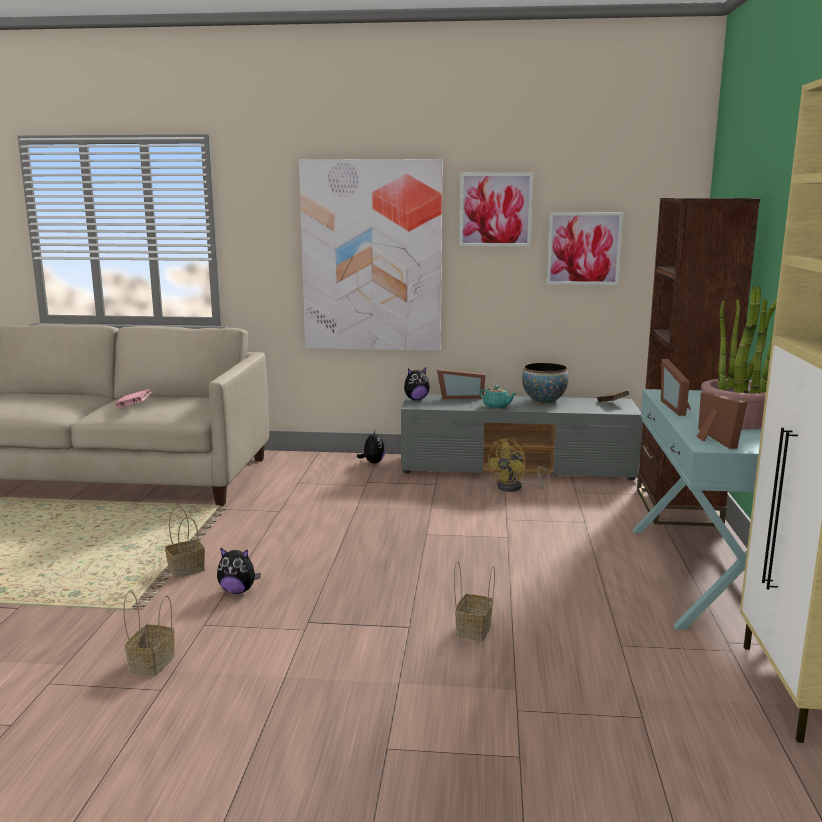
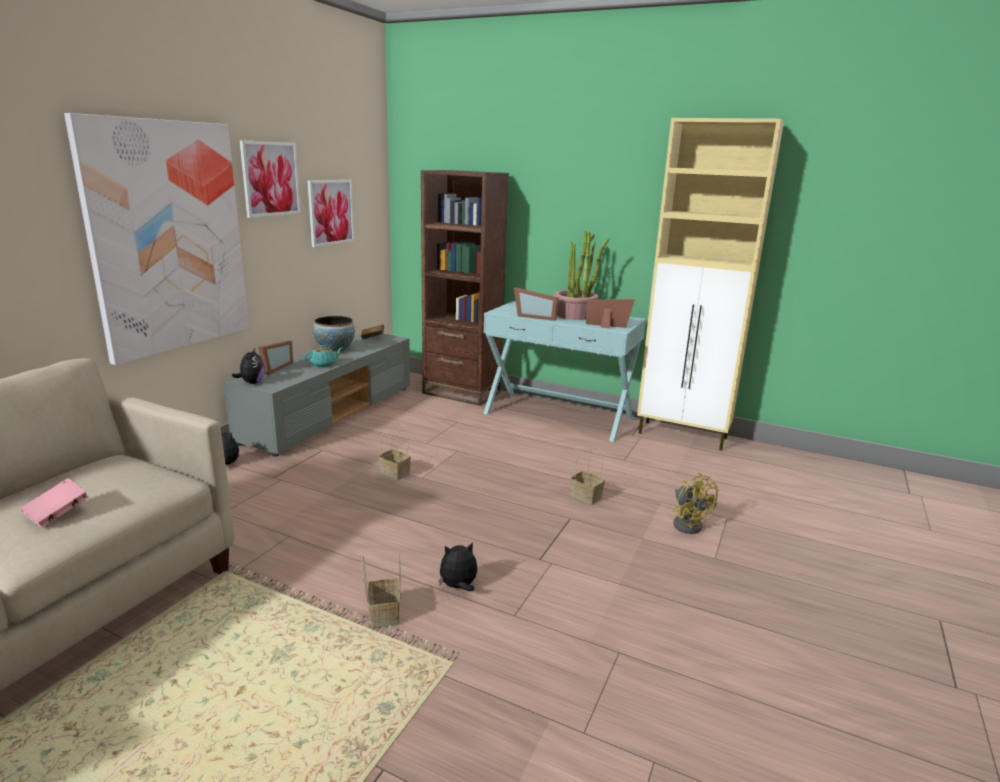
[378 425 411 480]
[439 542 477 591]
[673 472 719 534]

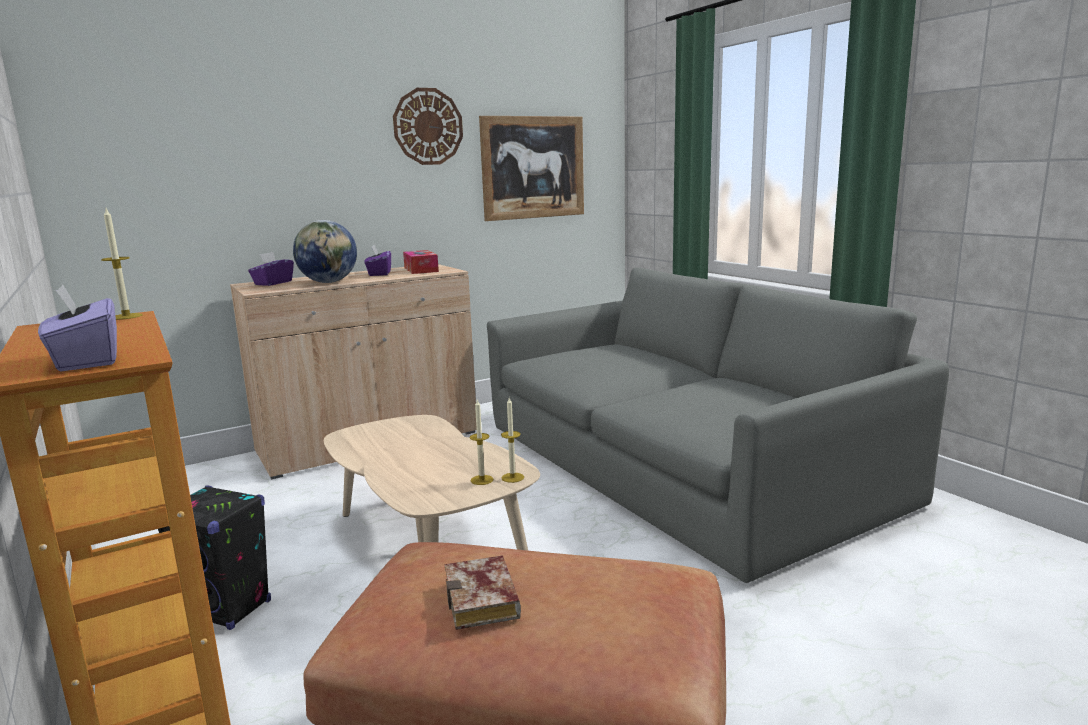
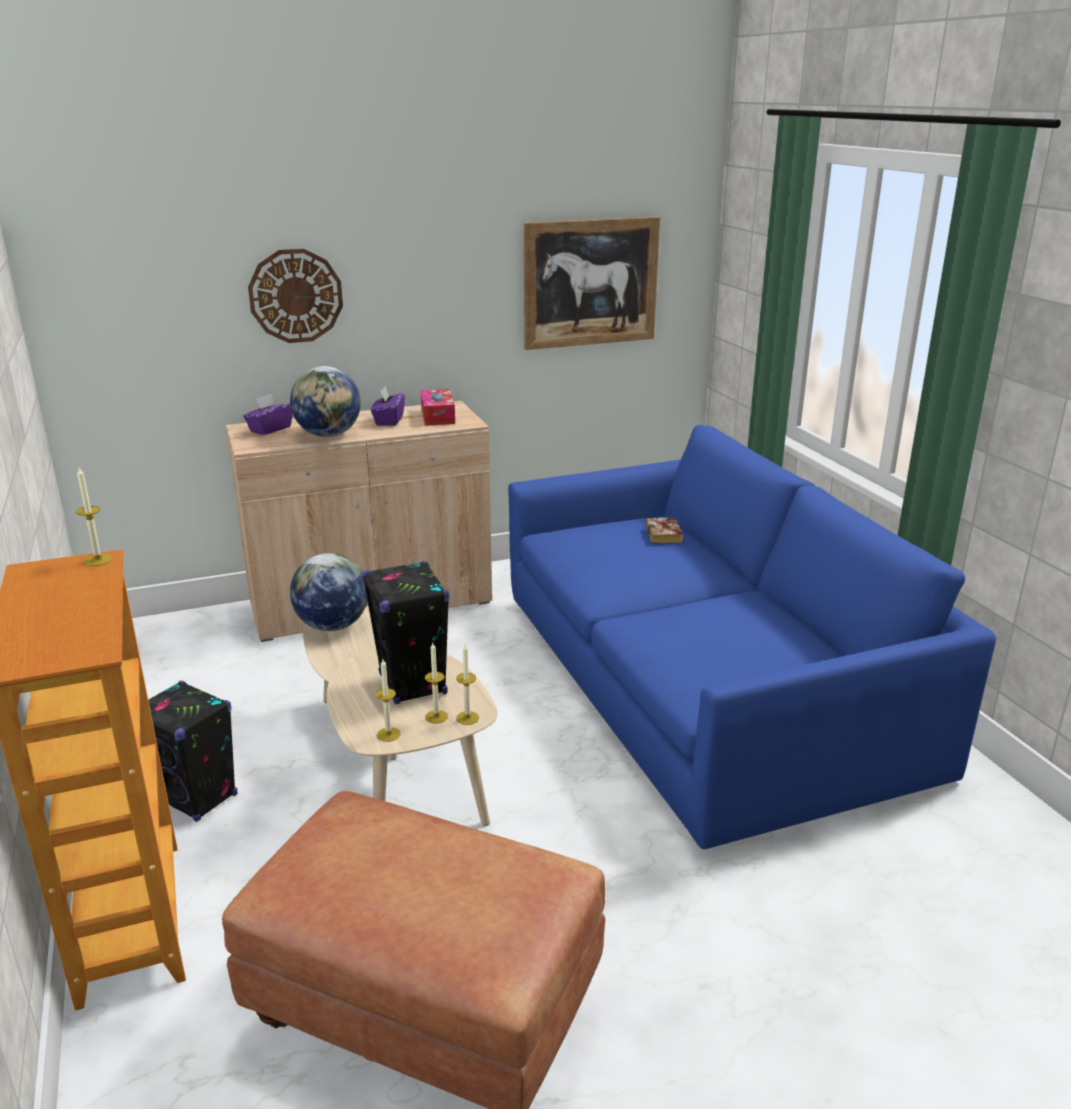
[38 284 117 371] (first image)
[248 249 343 343]
[646 518 683 544]
[508 425 996 849]
[290 553 368 631]
[362 561 449 704]
[375 659 401 742]

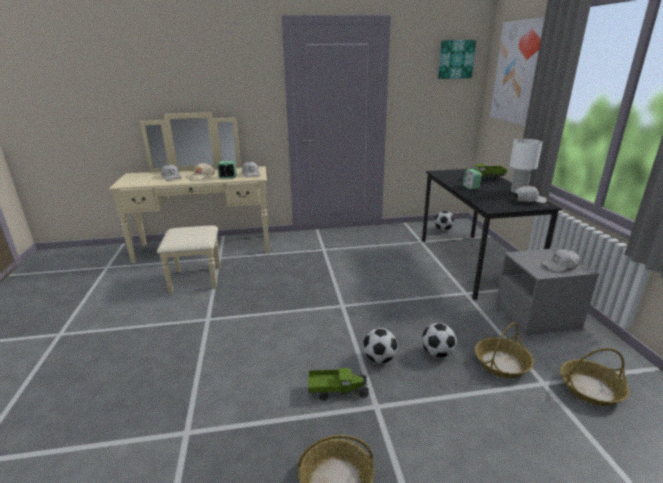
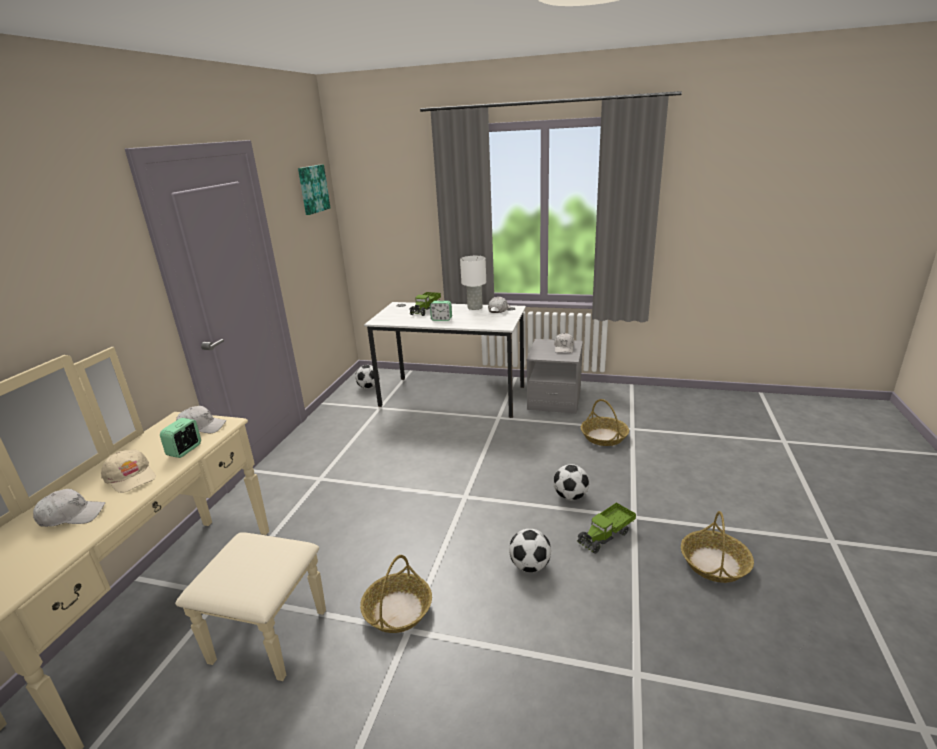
[577 502 636 554]
[364 302 526 418]
[509 529 551 572]
[490 17 545 126] (first image)
[360 555 432 633]

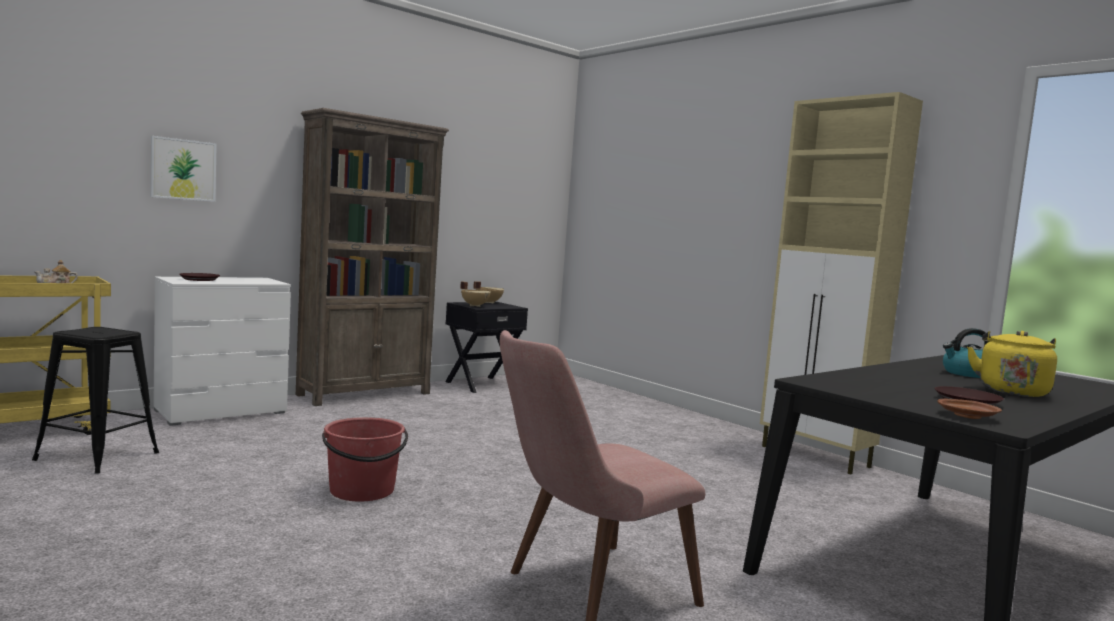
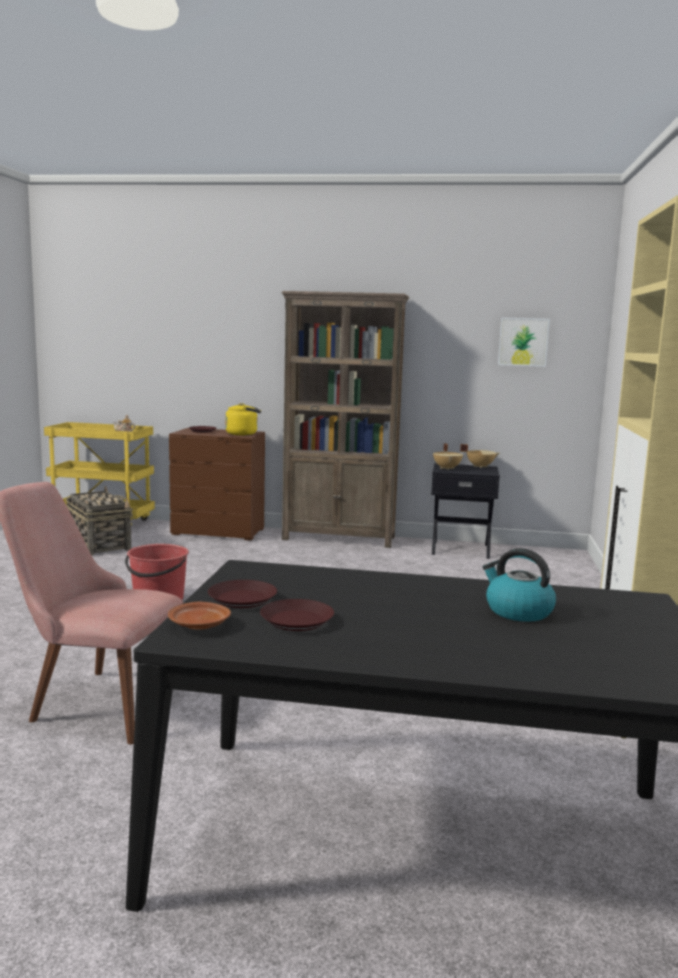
[66 486 133 555]
[498 317 550 367]
[169 428 265 541]
[225 403 261 436]
[208 580 277 608]

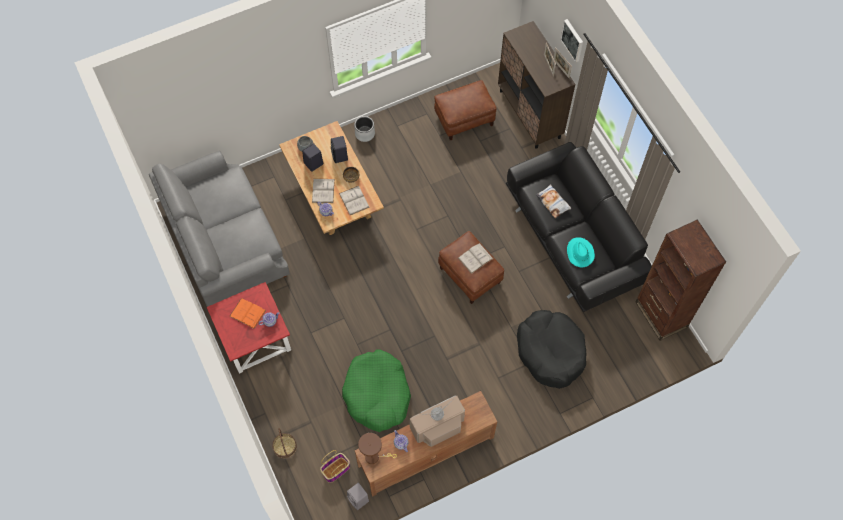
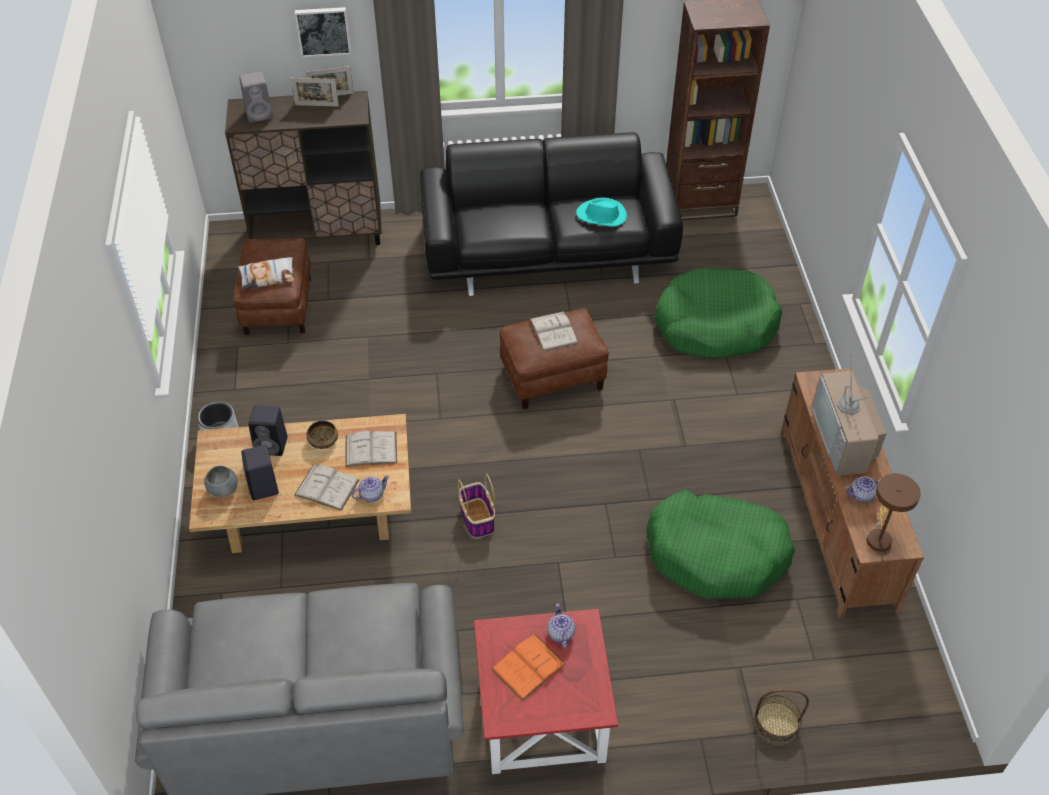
[458 473 495 538]
[239 71 273 123]
[654 268 782 359]
[238 257 295 289]

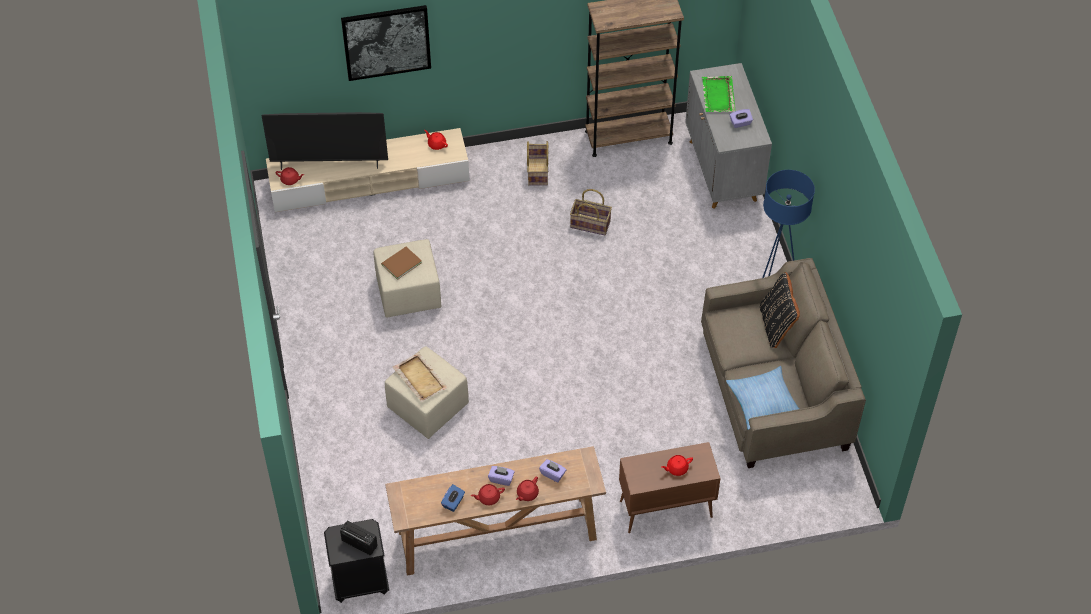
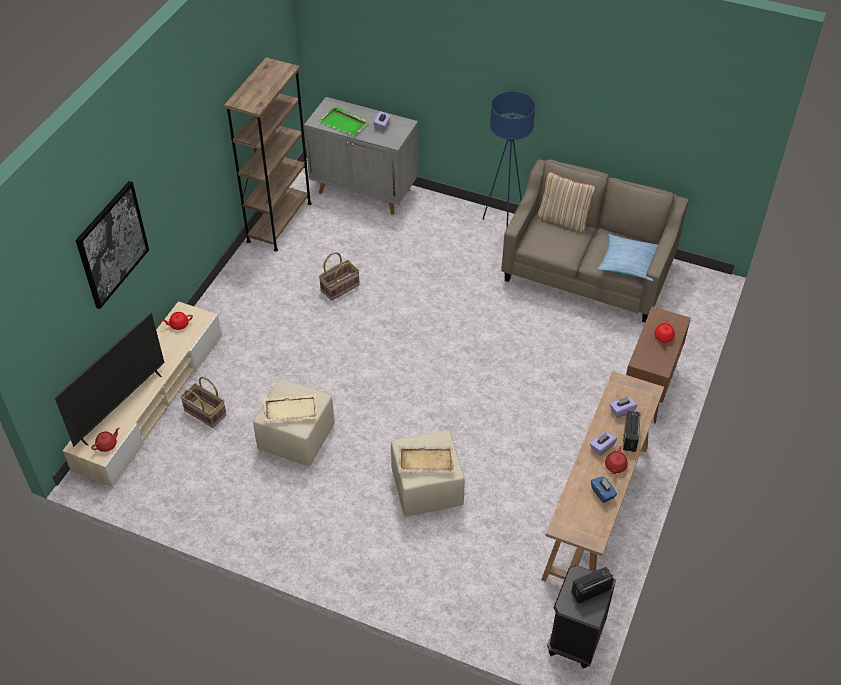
[263 393 318 423]
[623 411 640 452]
[180 377 227 428]
[538 172 596 233]

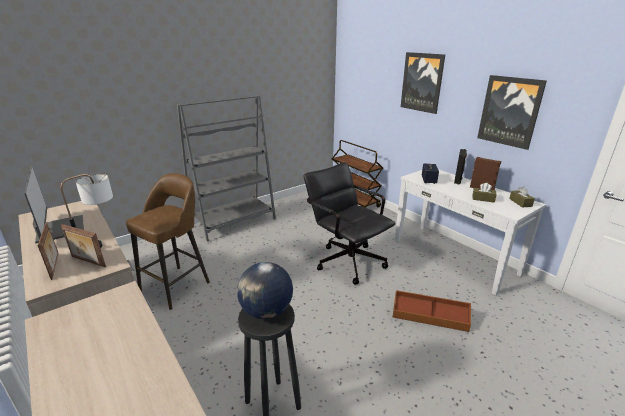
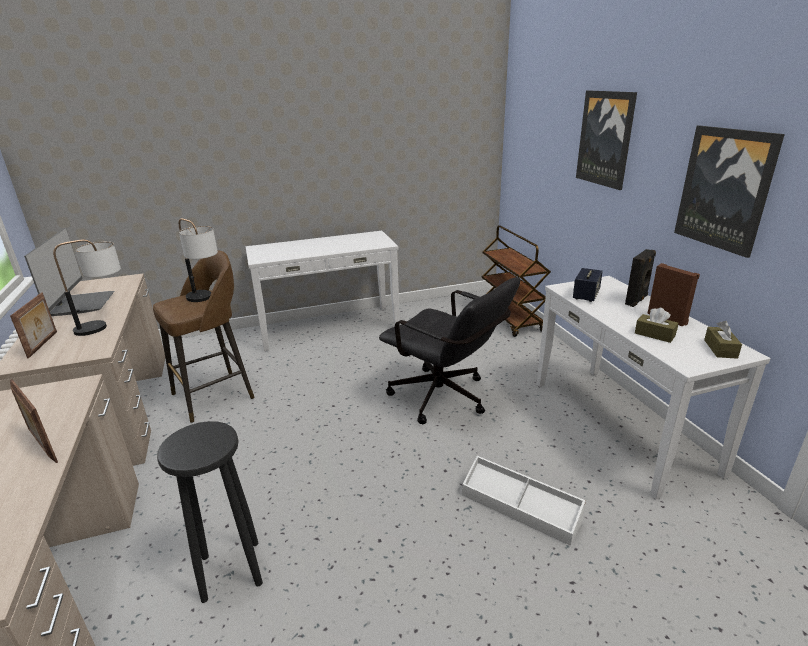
[10 379 58 463]
[246 231 400 351]
[237 262 293 319] (first image)
[379 277 520 424]
[462 456 586 546]
[179 218 218 302]

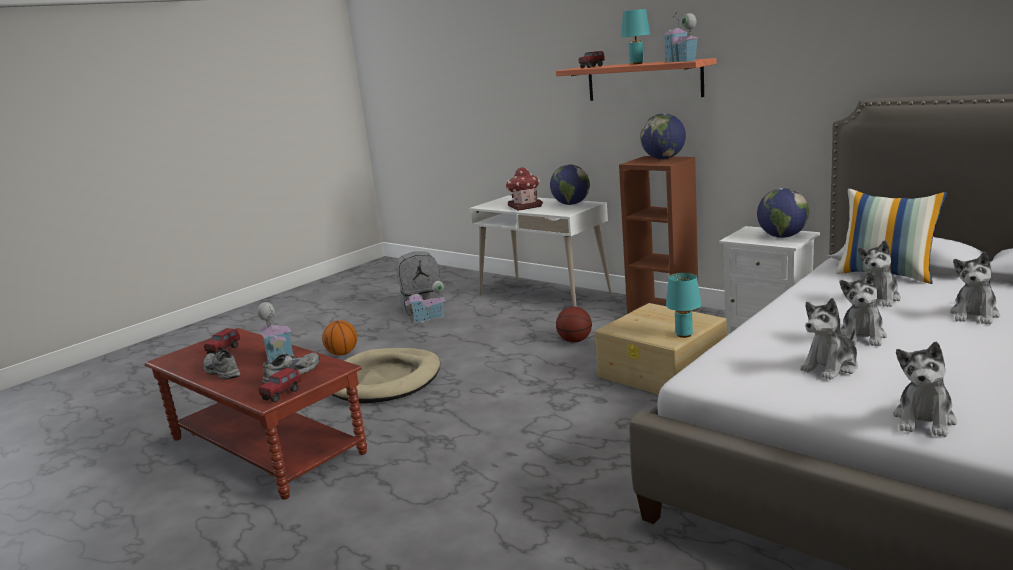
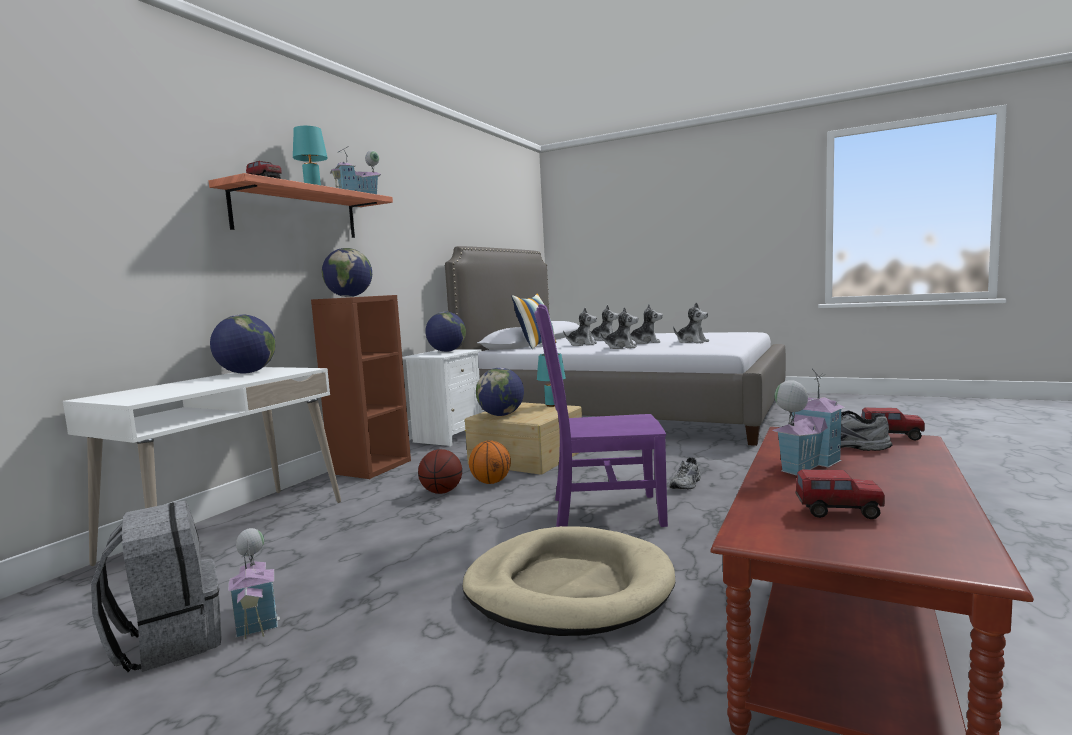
[669 457 701 489]
[469 440 511 484]
[506 167 543 211] (first image)
[600 307 638 349]
[476 368 524 416]
[534 304 668 527]

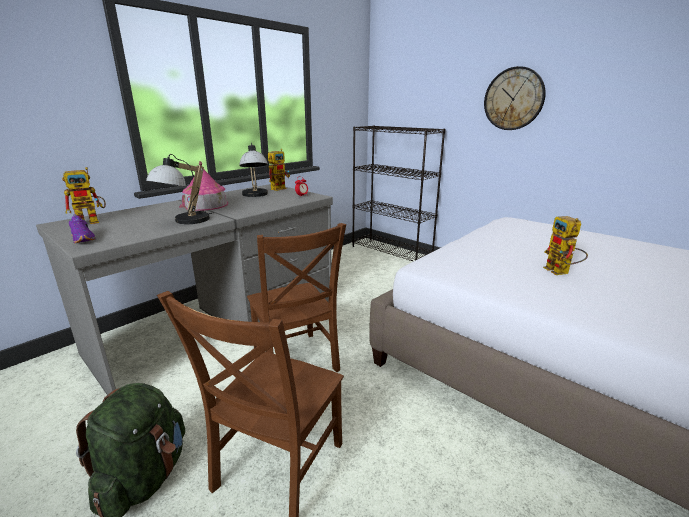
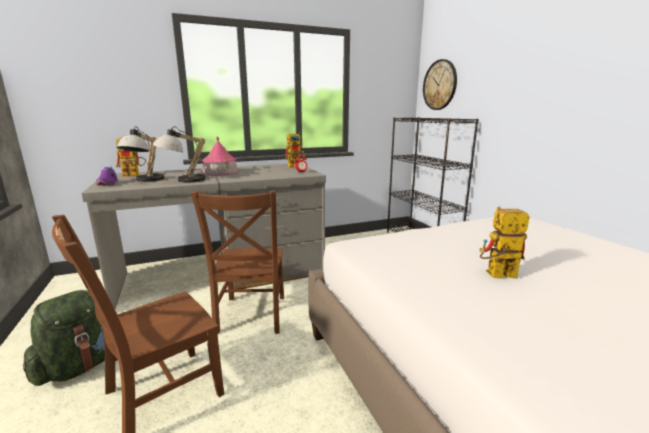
[117 126 165 182]
[423 59 457 110]
[480 207 530 279]

